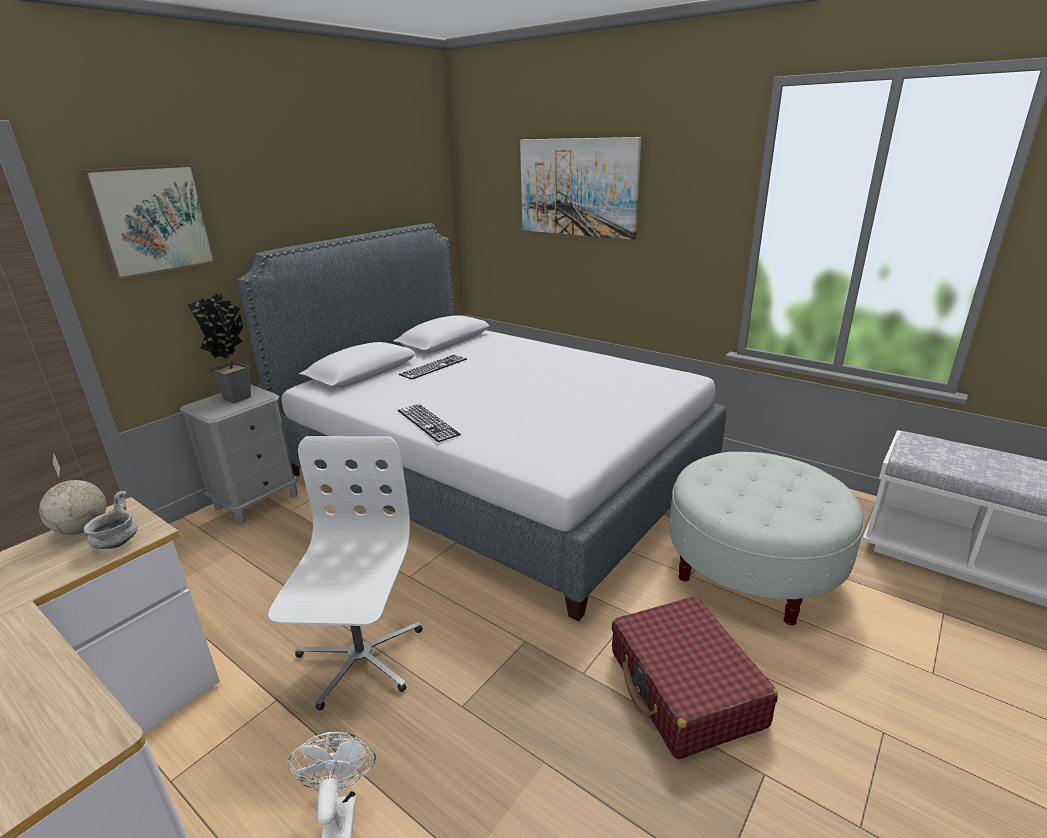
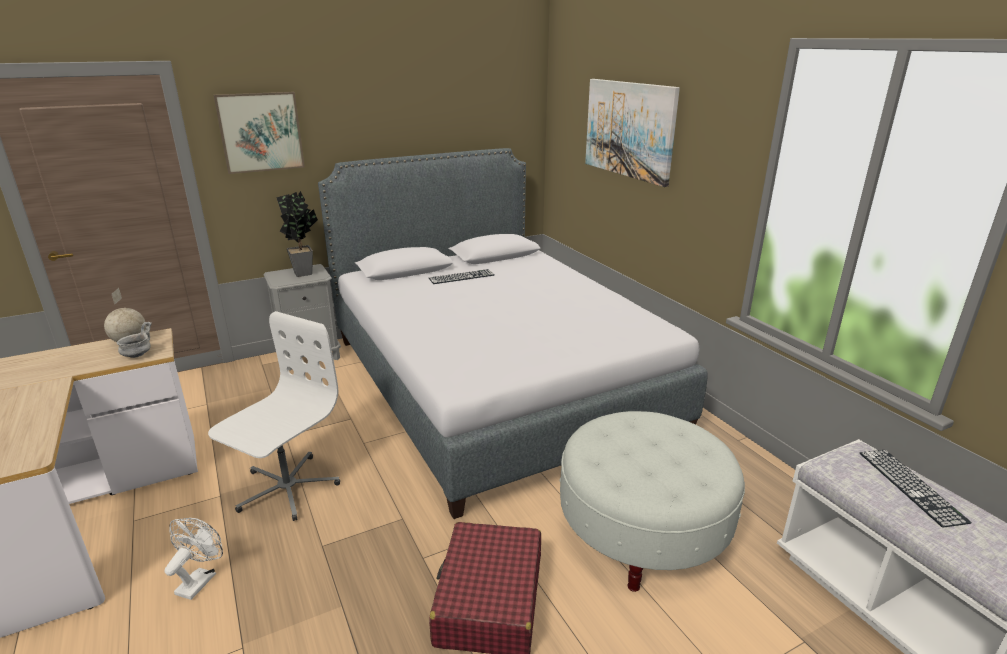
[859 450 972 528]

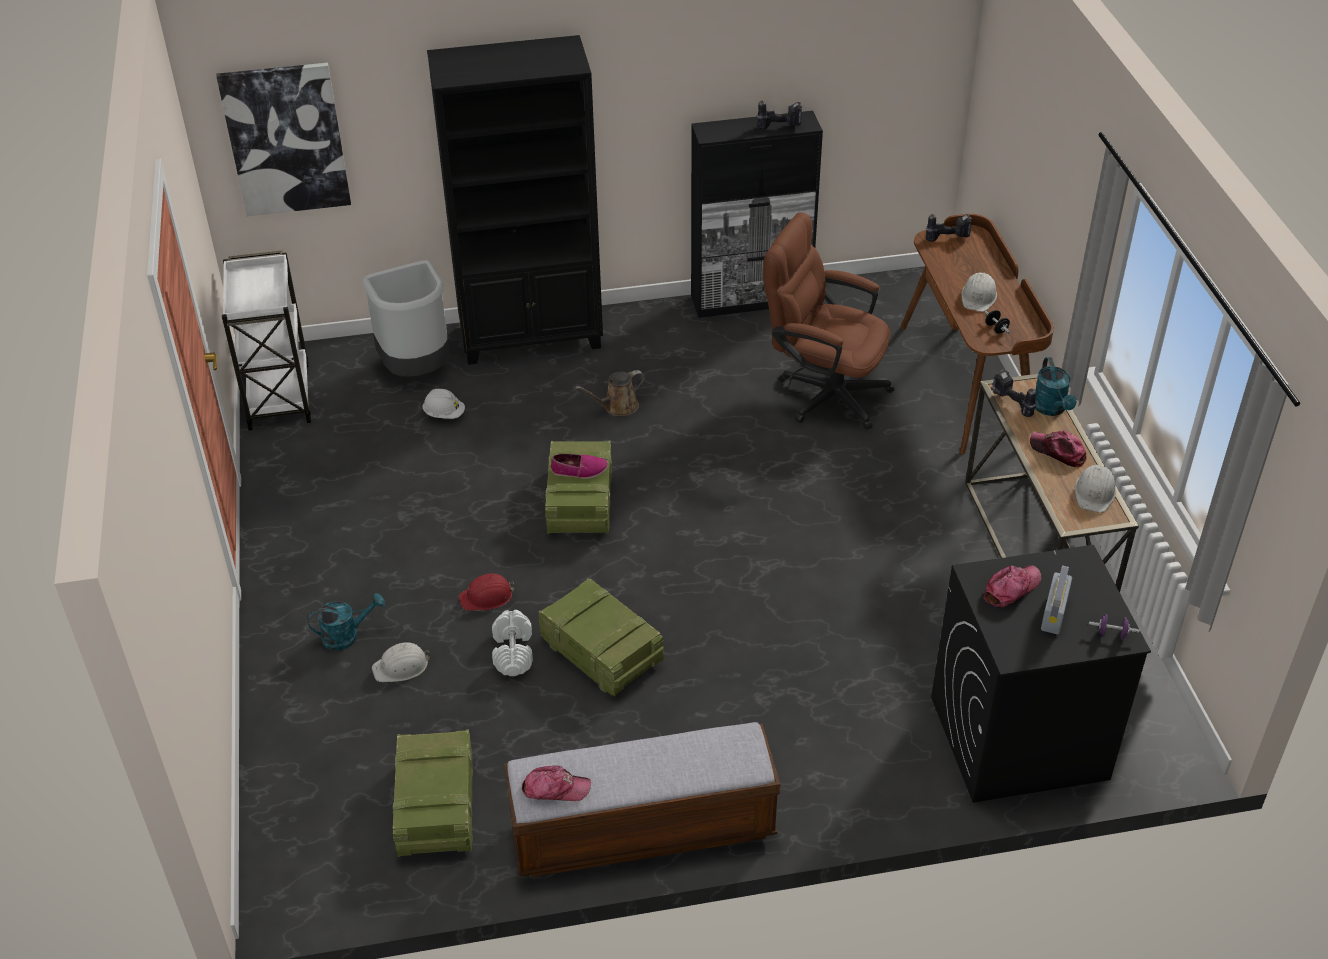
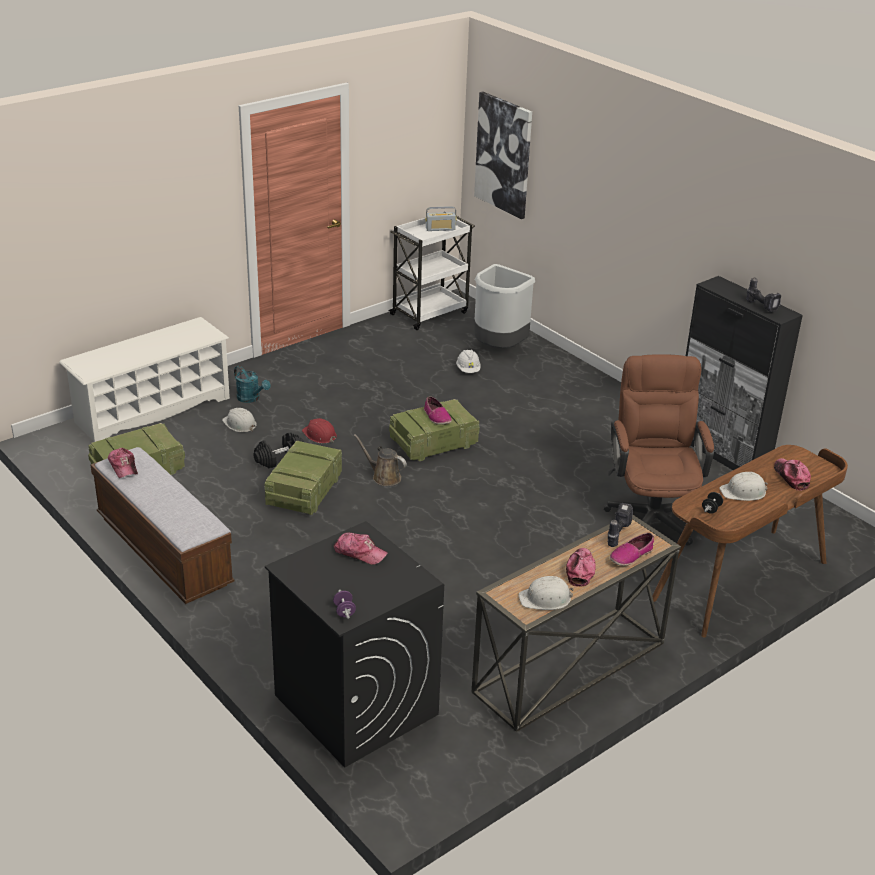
[427 35 603 365] (first image)
[254 432 304 468]
[354 434 407 486]
[926 214 972 242] (first image)
[610 533 654 566]
[426 206 457 231]
[59 317 230 442]
[774 458 811 491]

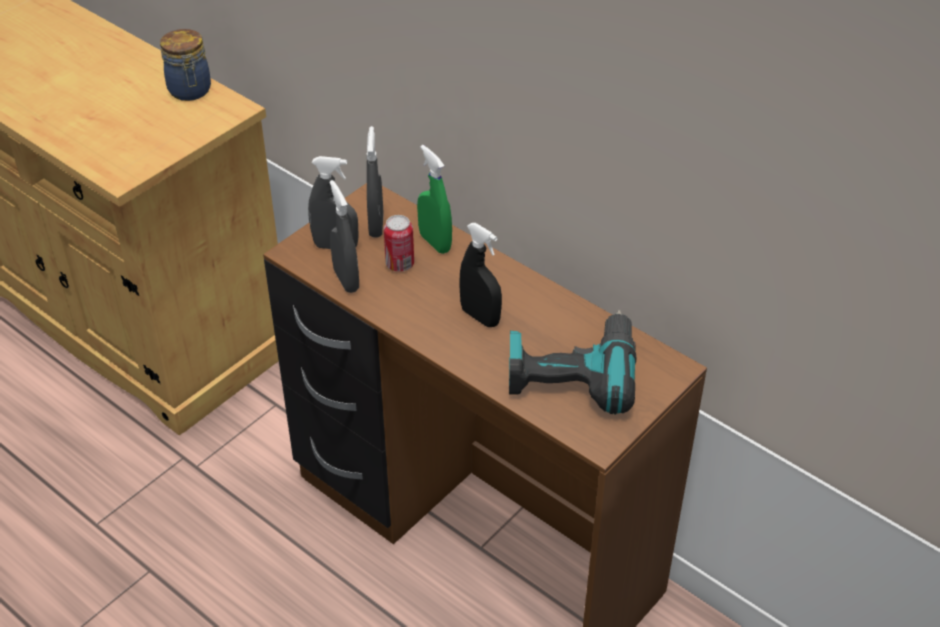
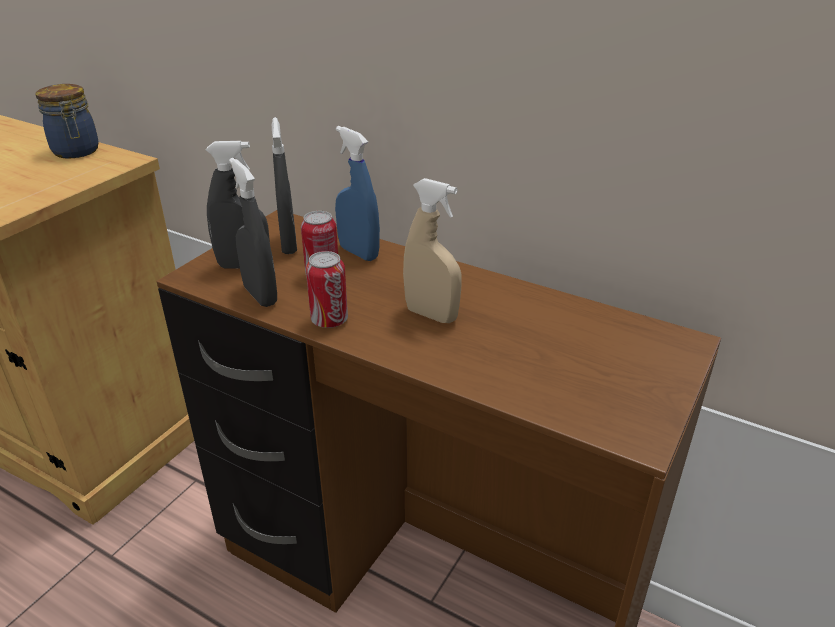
[335 126 380 261]
[403 178 462 323]
[509 310 636 414] (first image)
[306 251 348 328]

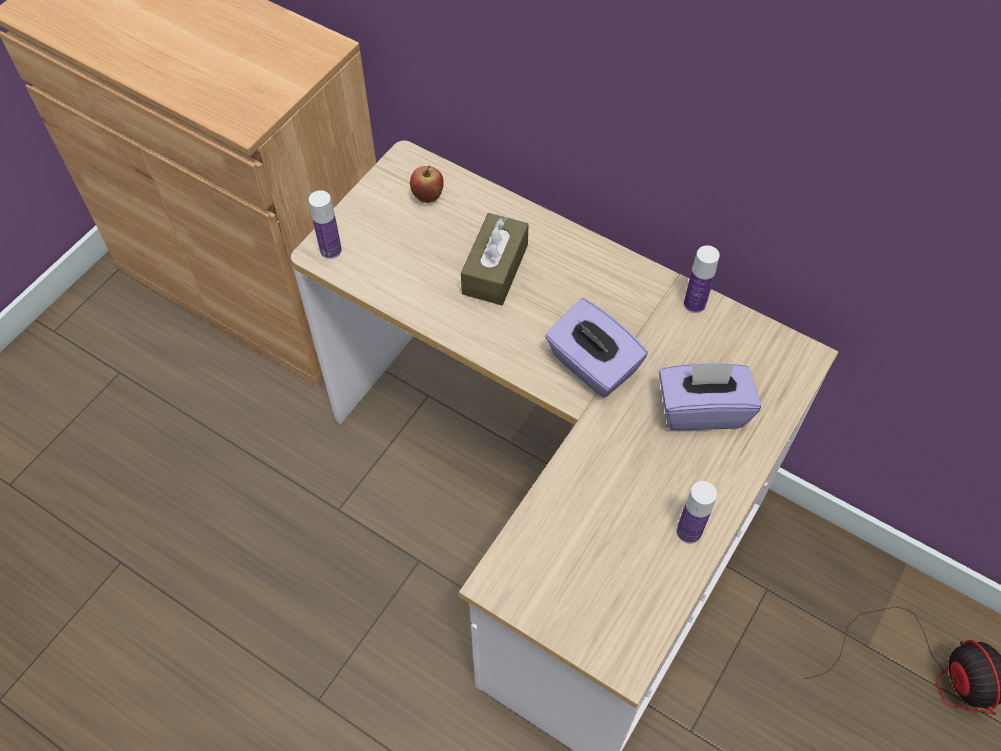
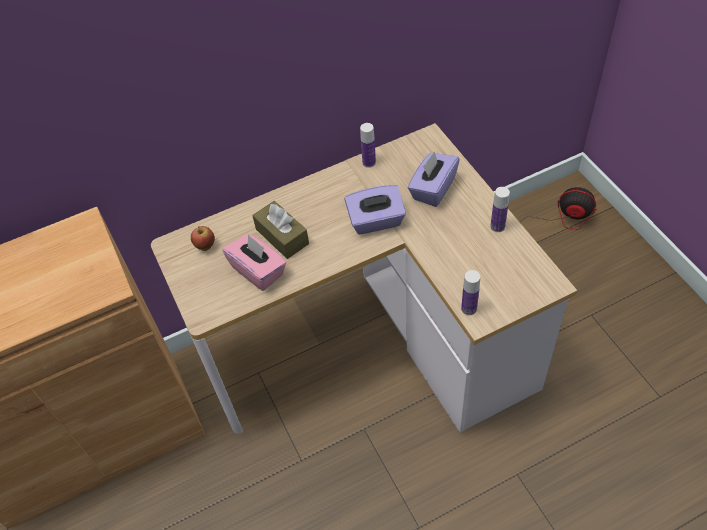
[461 270 480 315]
[222 234 287 291]

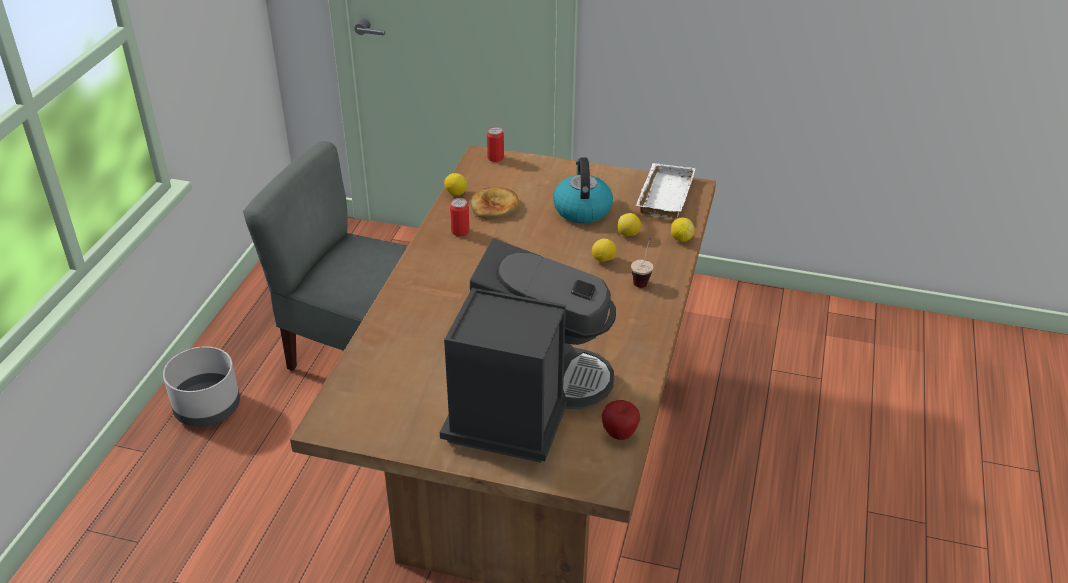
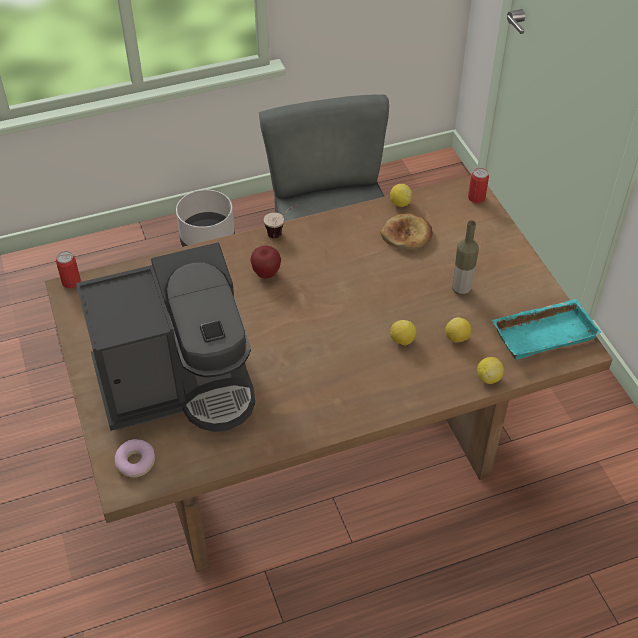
[56 251 81 288]
[452 220 479 295]
[250 245 281 279]
[264 204 300 238]
[492 299 601 360]
[115 439 155 477]

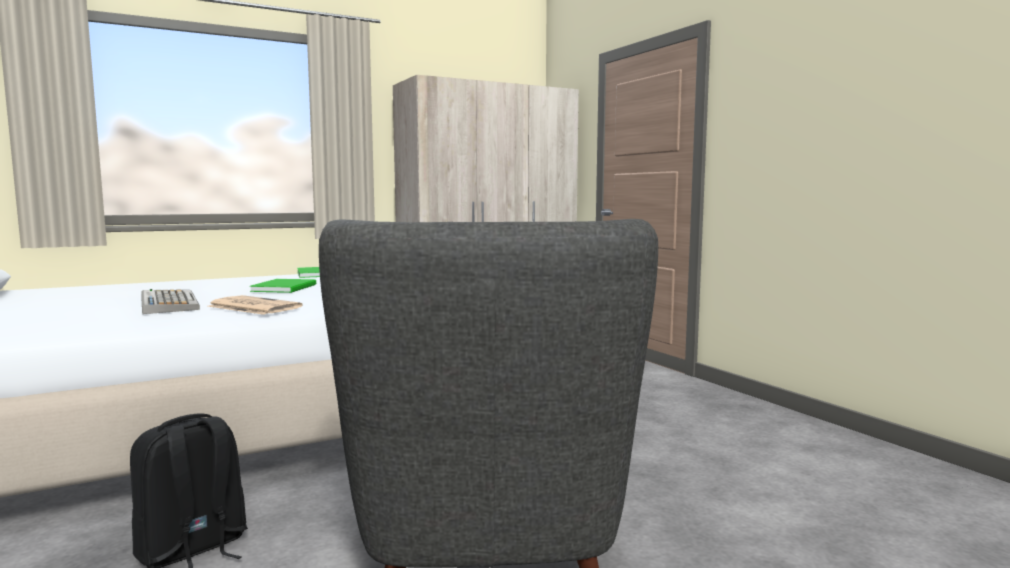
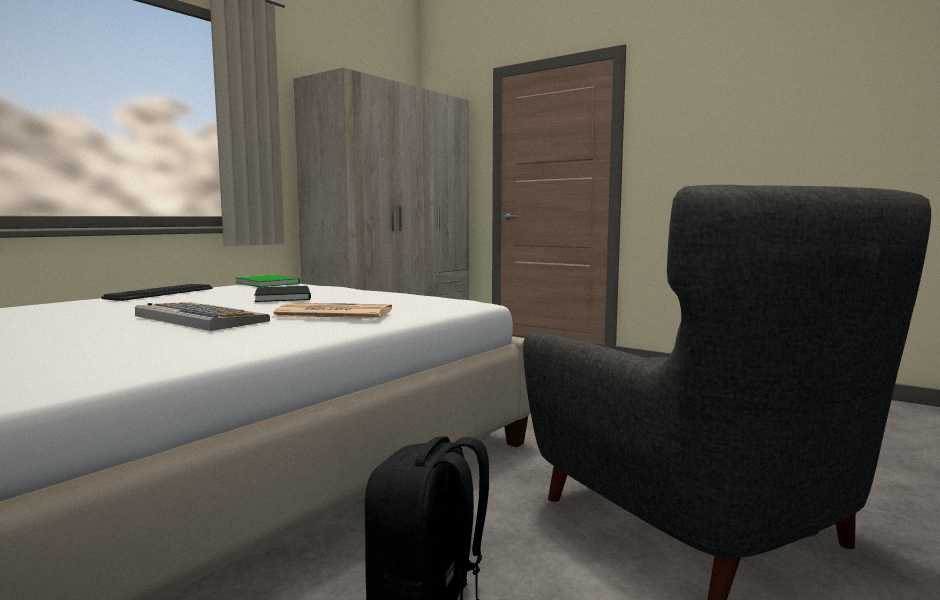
[254 286 311 302]
[101 284 213 301]

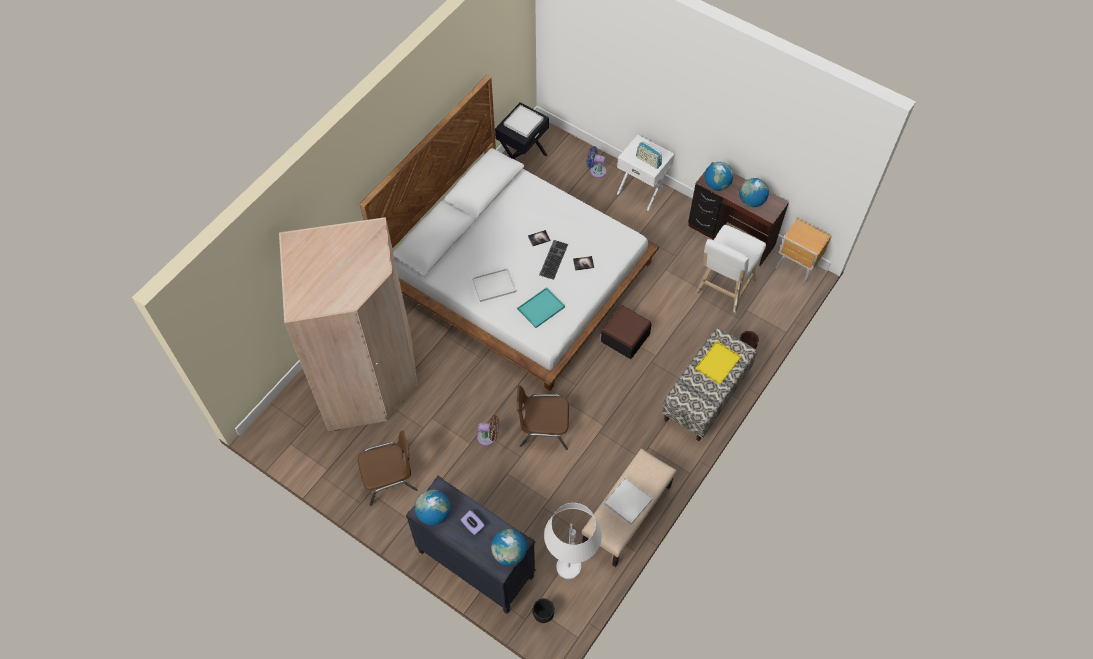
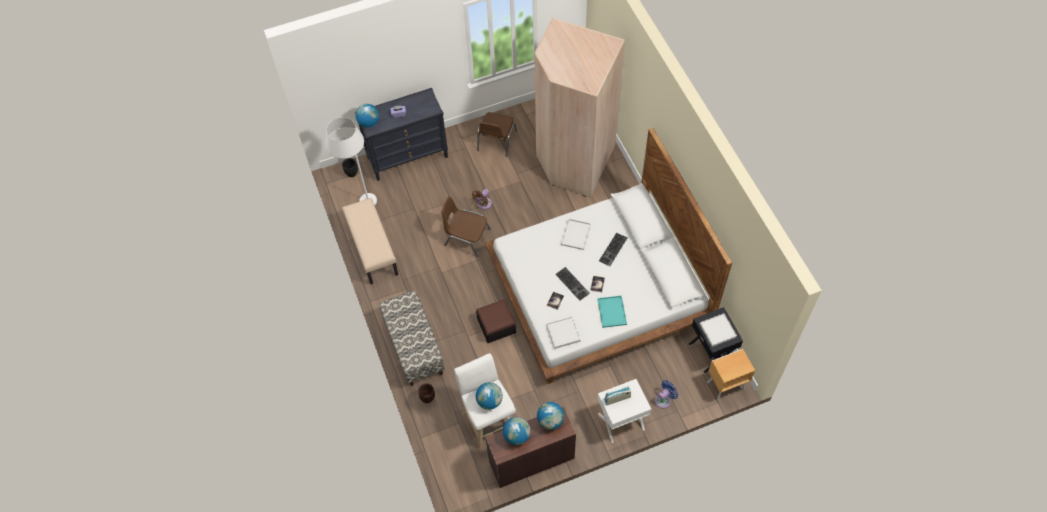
[476 382 503 410]
[441 197 491 257]
[598 295 627 328]
[546 317 581 349]
[695 341 741 385] (first image)
[707 349 755 401]
[599 233 628 266]

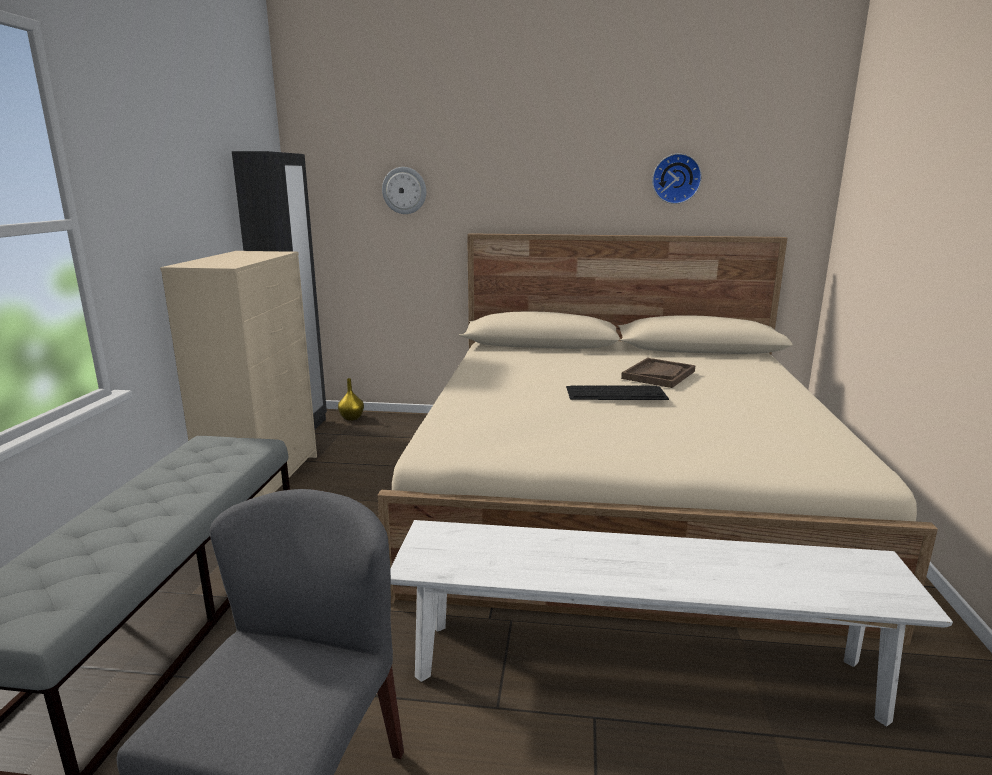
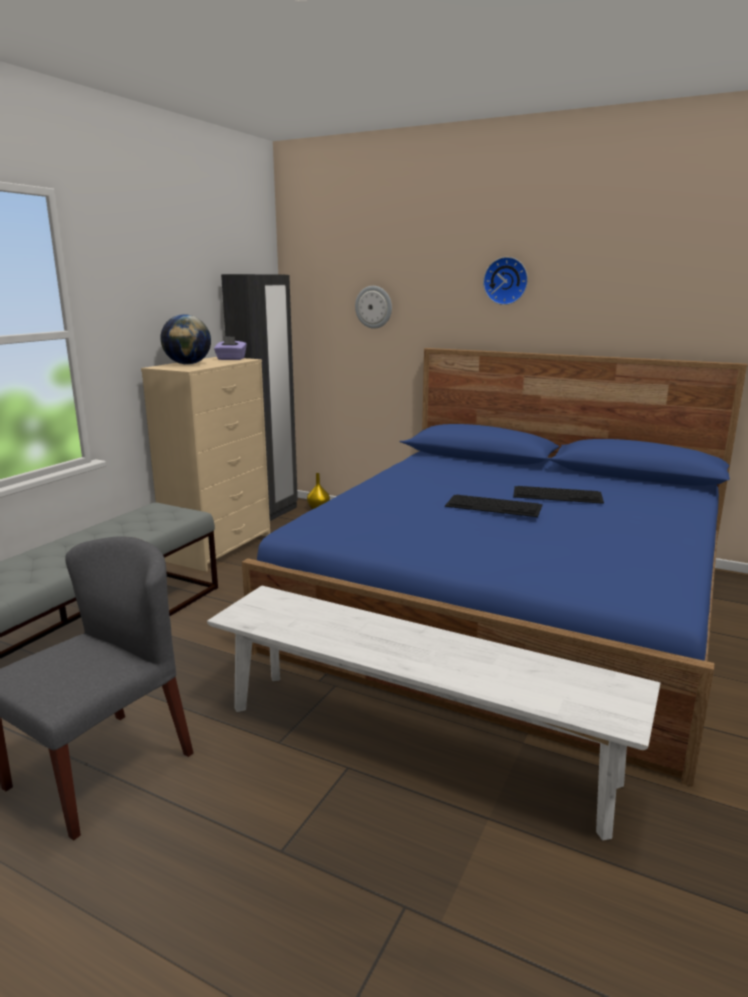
[242 348 747 786]
[513 486 604 504]
[483 257 528 305]
[161 314 211 365]
[214 336 247 360]

